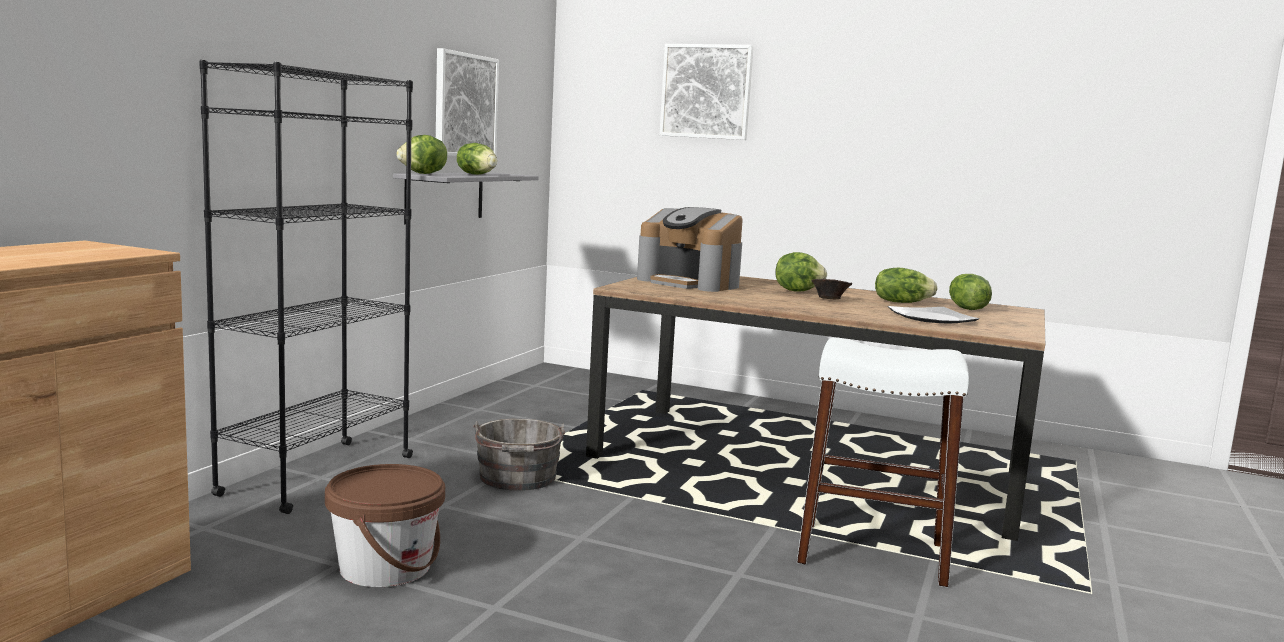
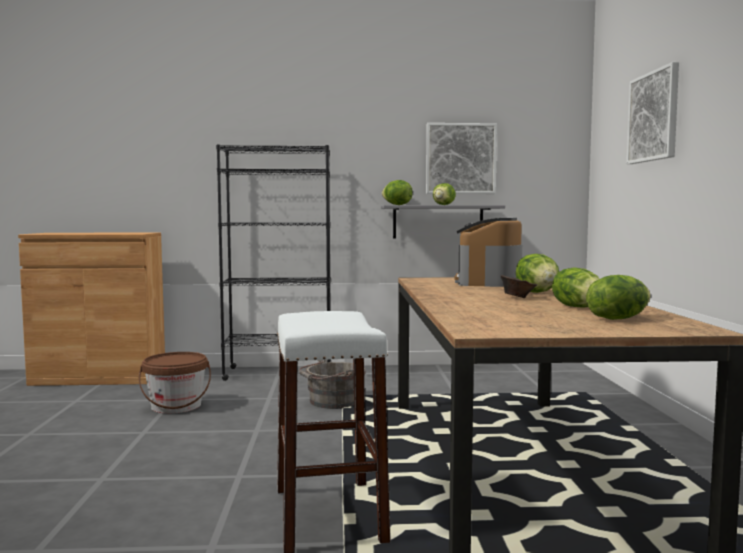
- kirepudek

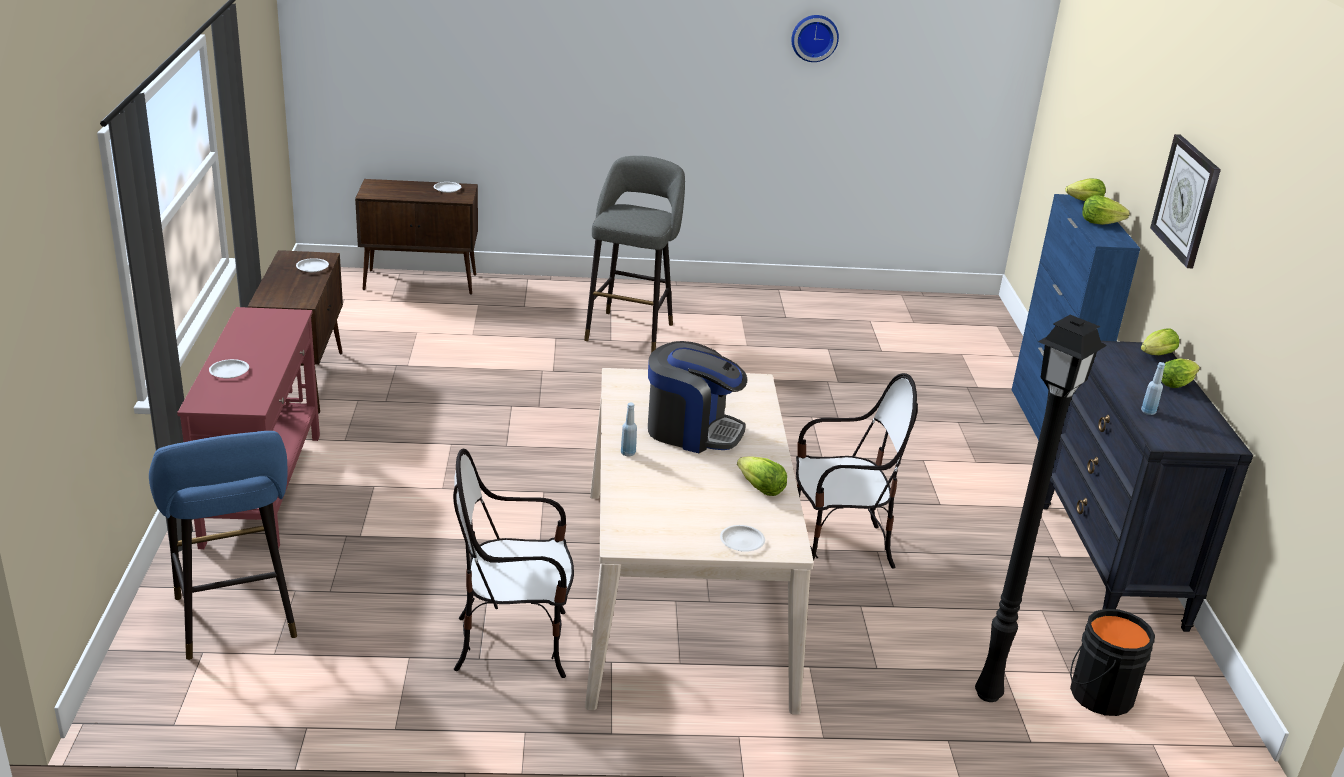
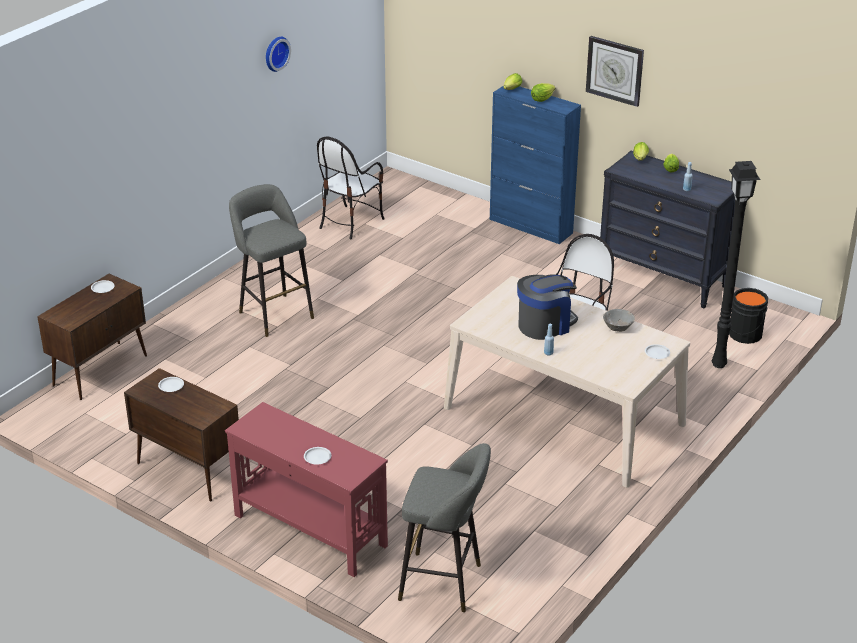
~ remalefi (1st from left)
~ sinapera (1st from left) to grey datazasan
~ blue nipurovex to grey nipurovex (2nd from left)

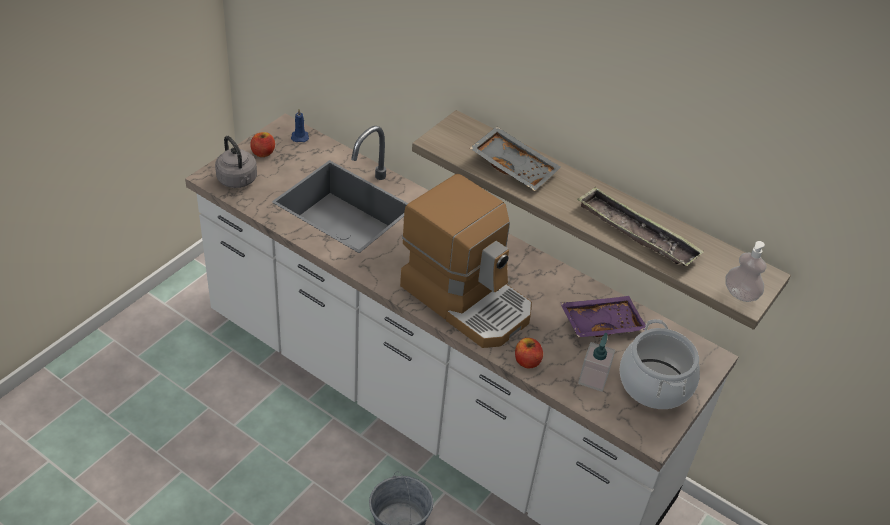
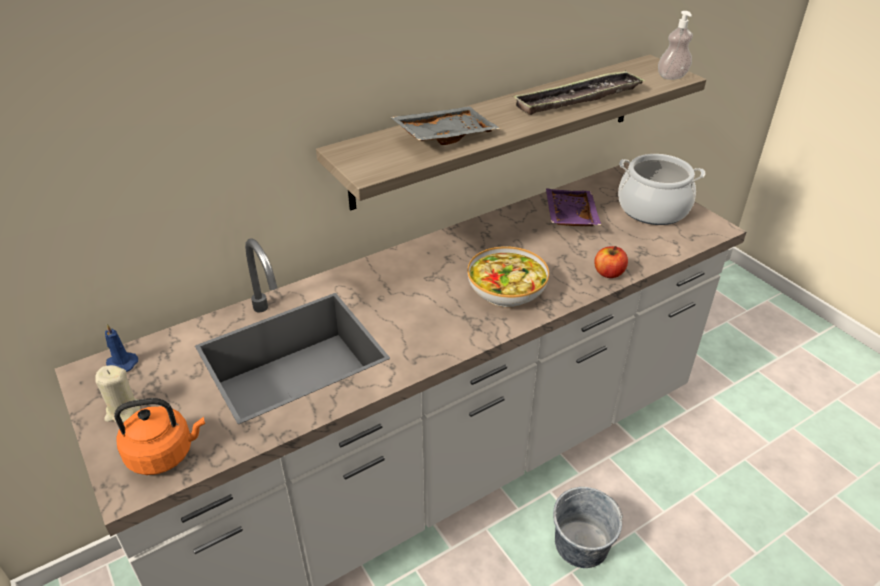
- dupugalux (1st from left)
~ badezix (1st from left) to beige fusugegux
~ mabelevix to datazasan
~ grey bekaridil to orange bekaridil

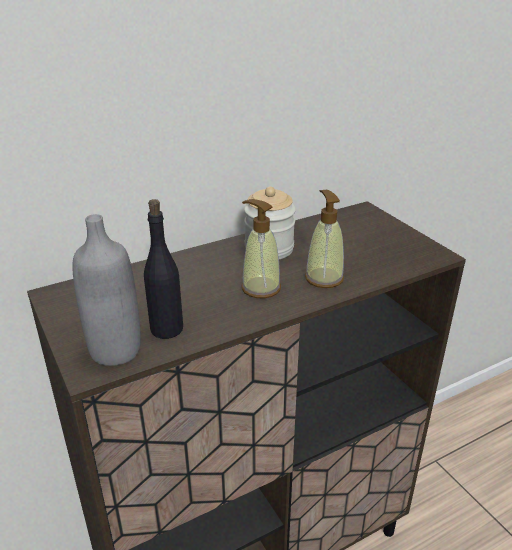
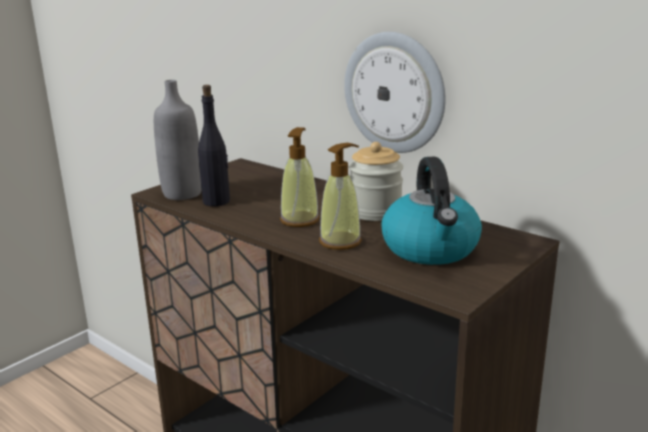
+ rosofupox
+ bekaridil

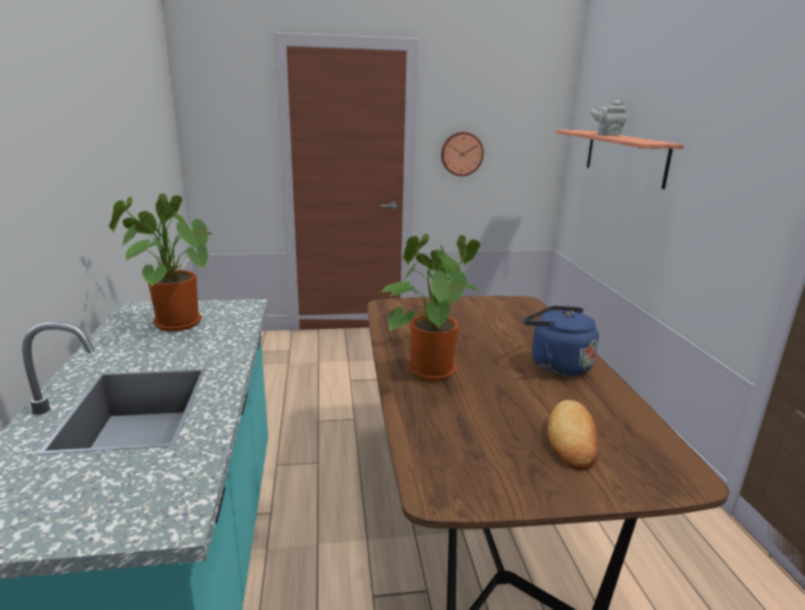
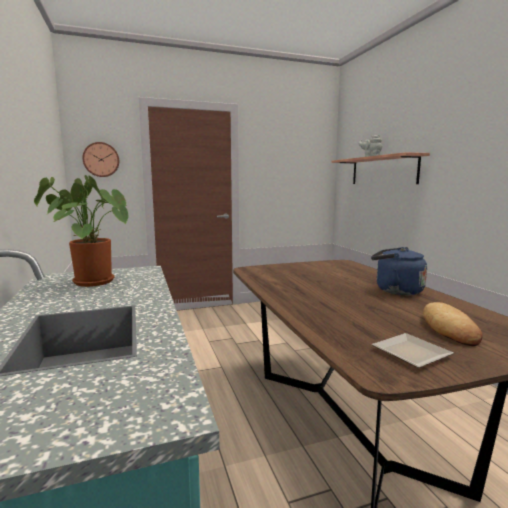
- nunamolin (2nd from left)
+ kirepudek
~ rosofupox

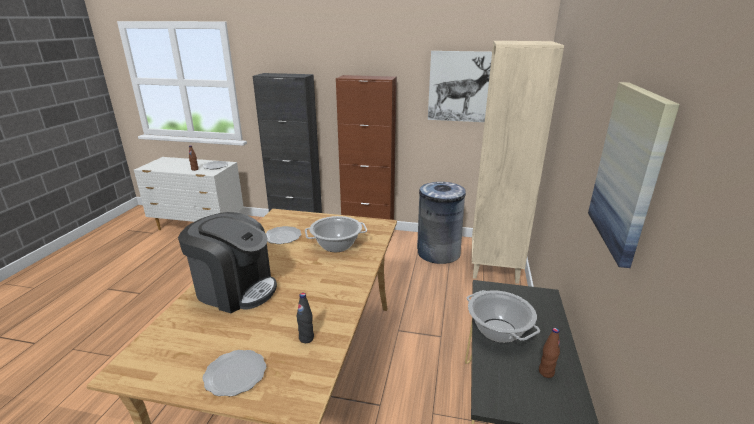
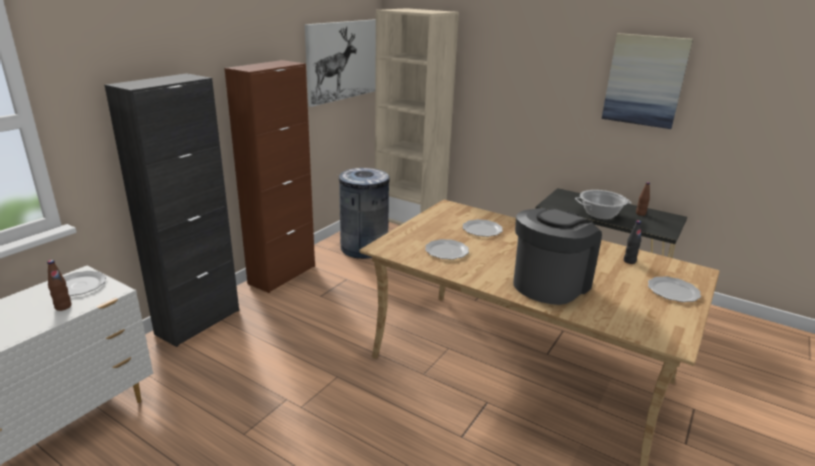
~ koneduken (1st from left) to kirepudek (3rd from left)

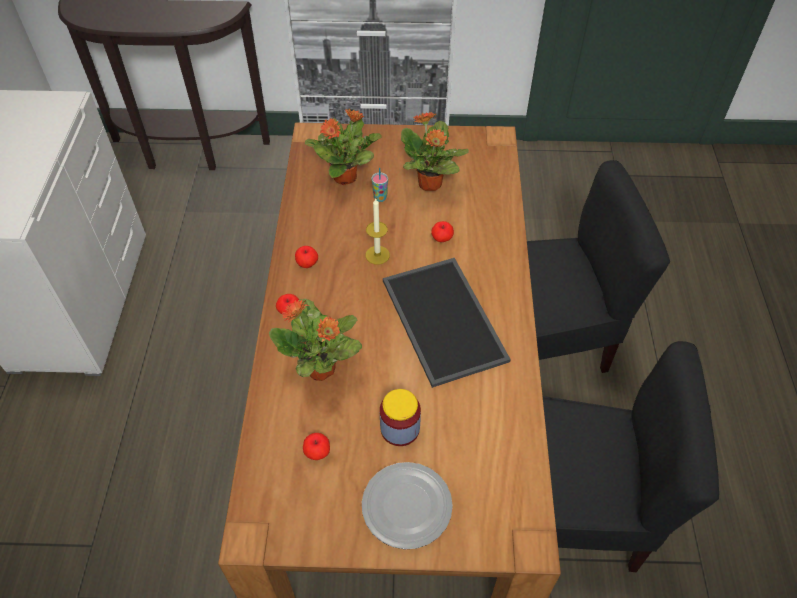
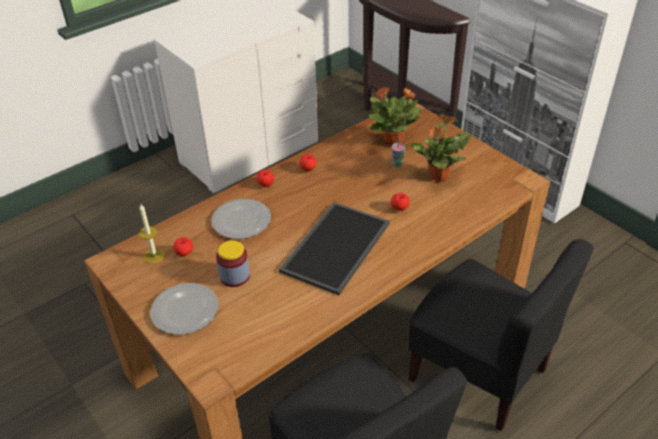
~ fusugegux
~ nunamolin (1st from left) to kirepudek (2nd from left)

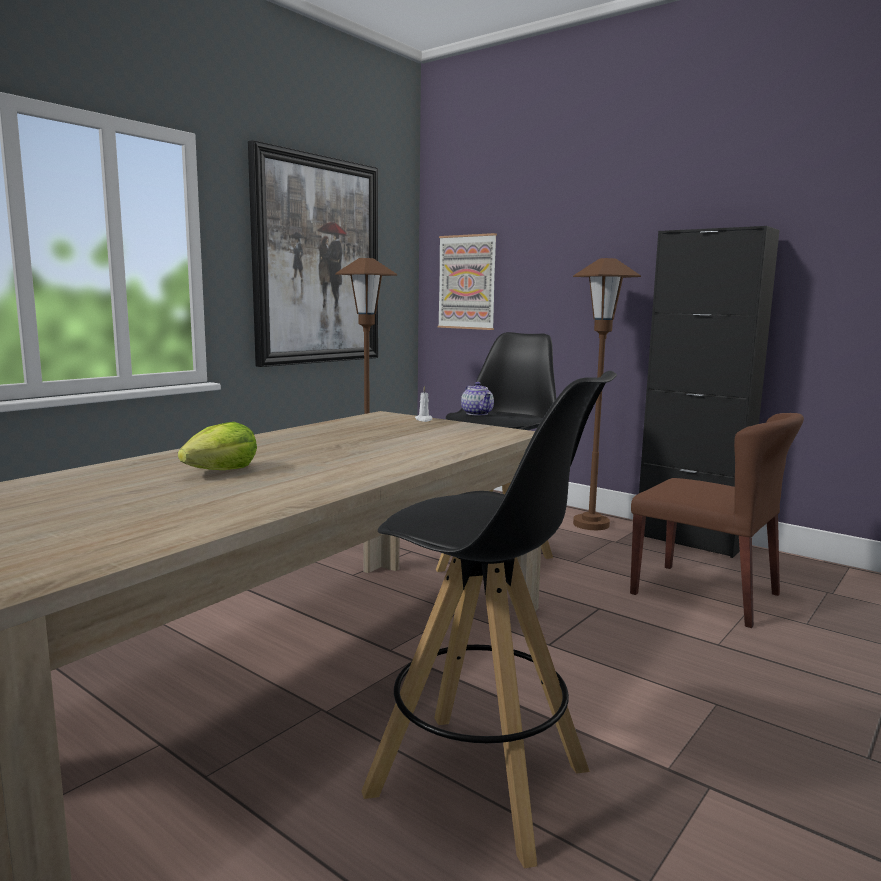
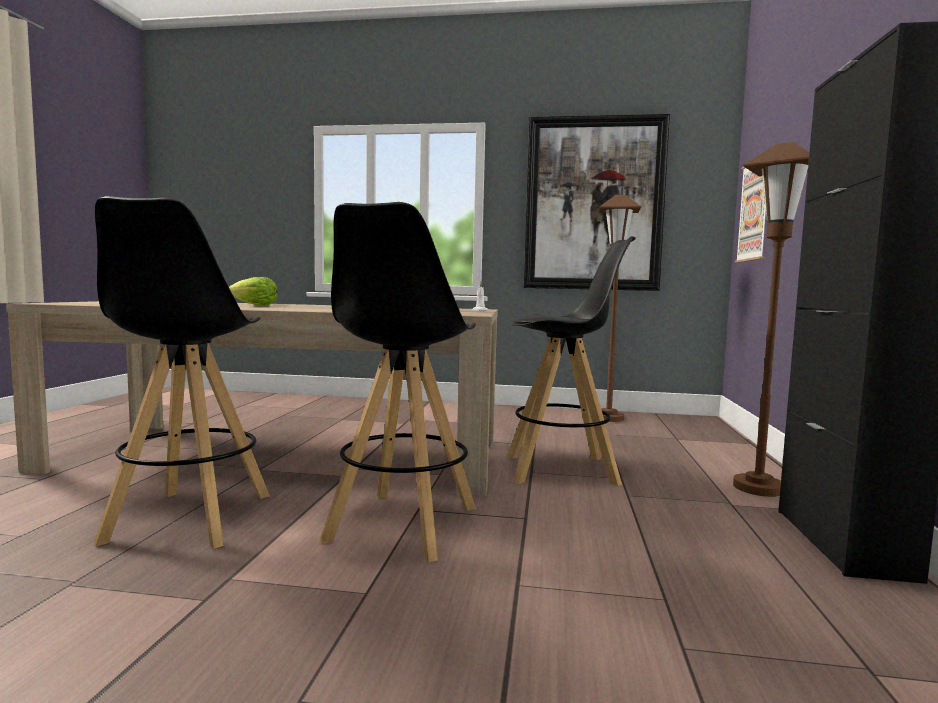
- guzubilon
- brown remalefi
+ black nipurovex (2nd from left)

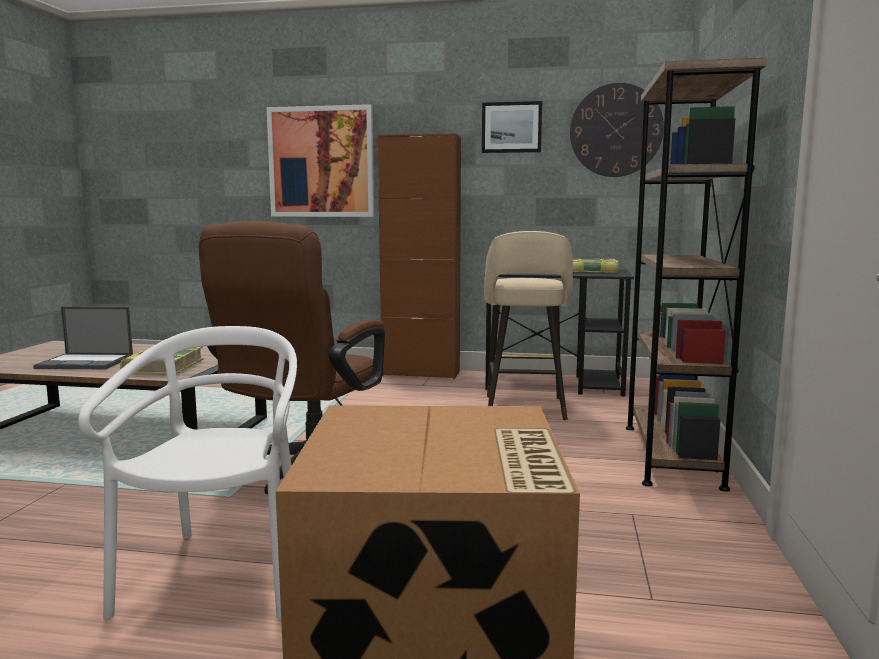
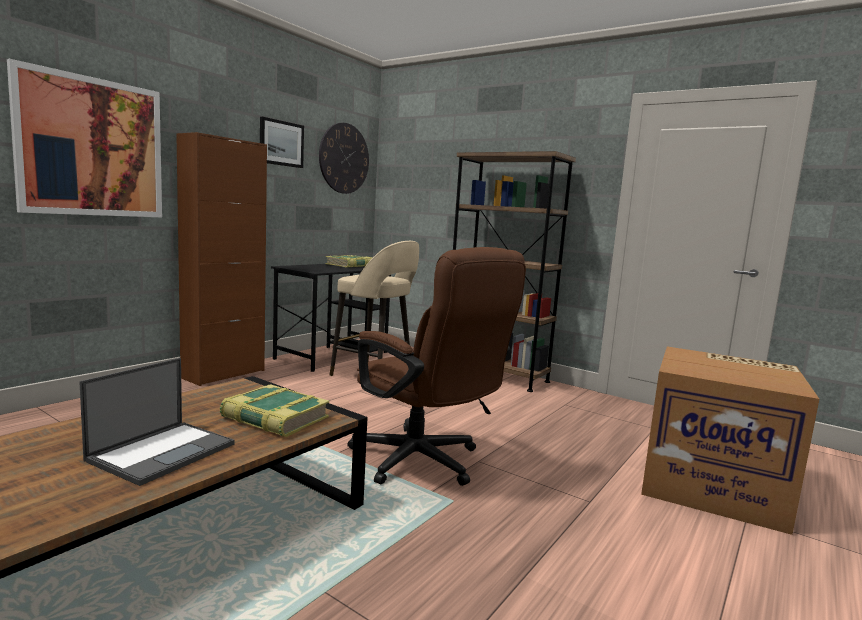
- white remalefi

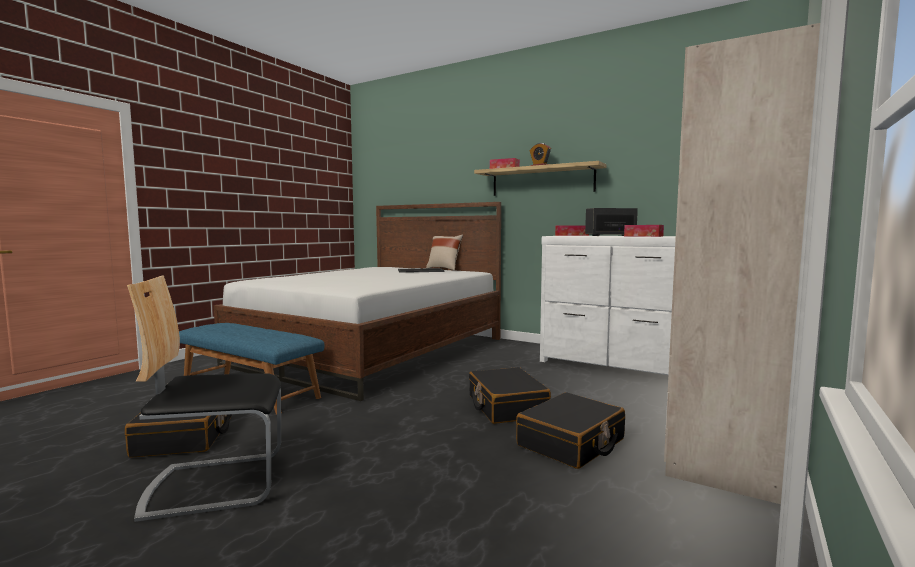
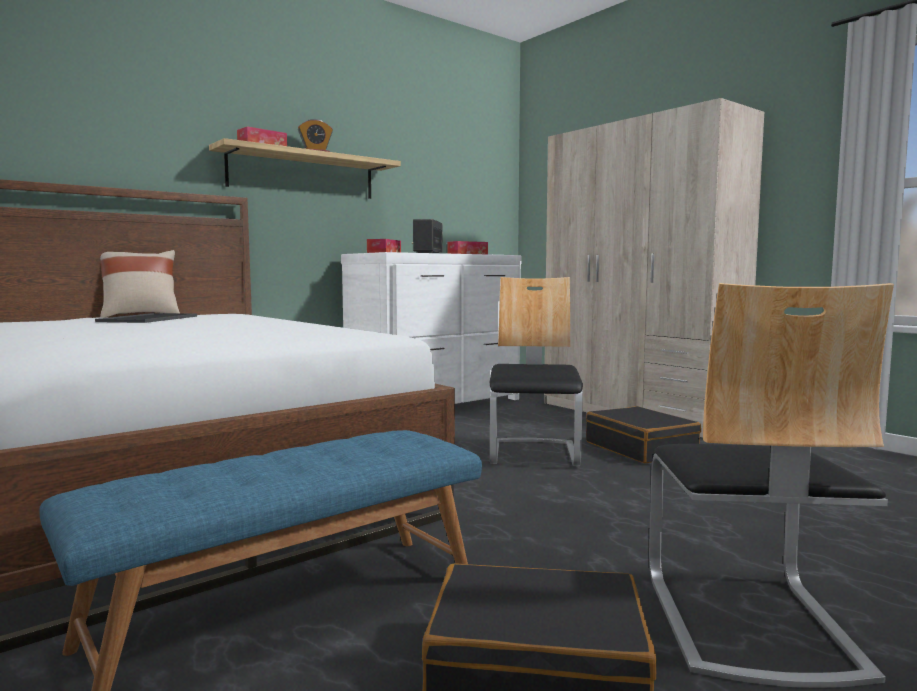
~ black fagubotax (2nd from left) to remalefi (1st from left)

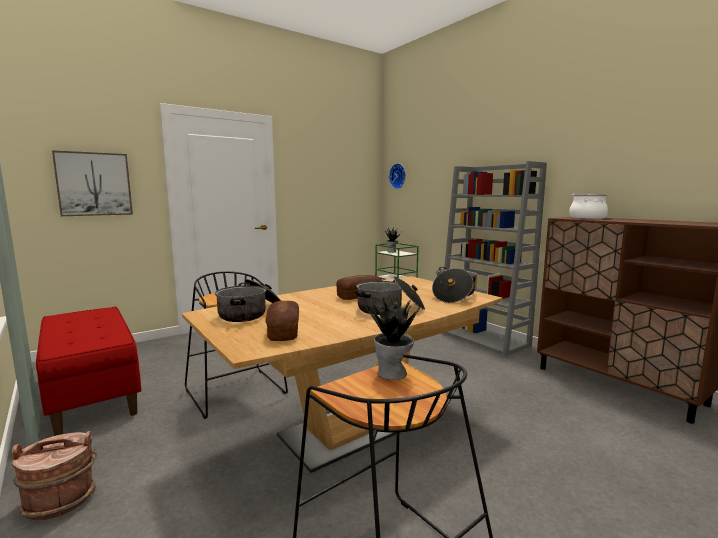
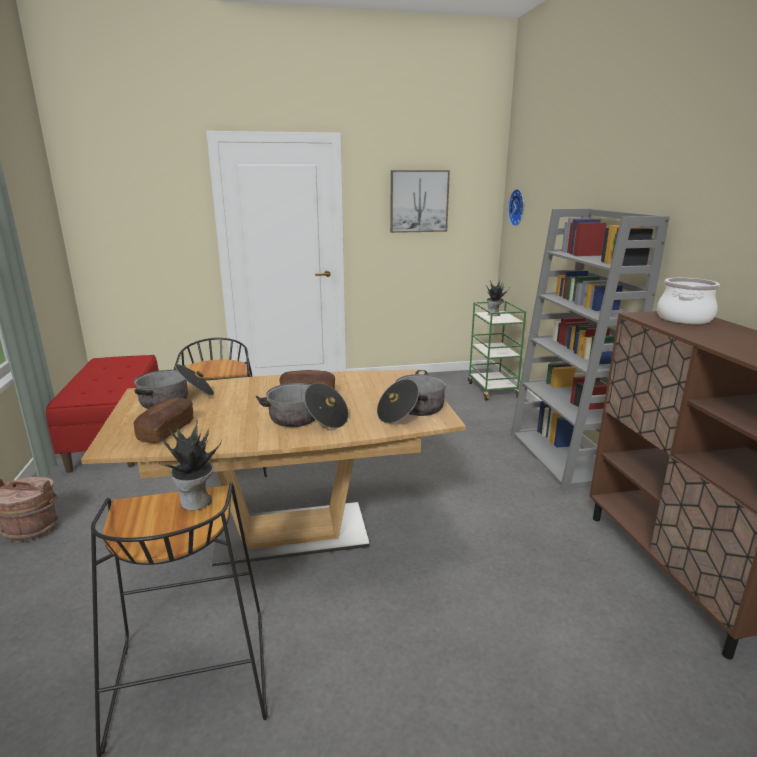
~ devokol

